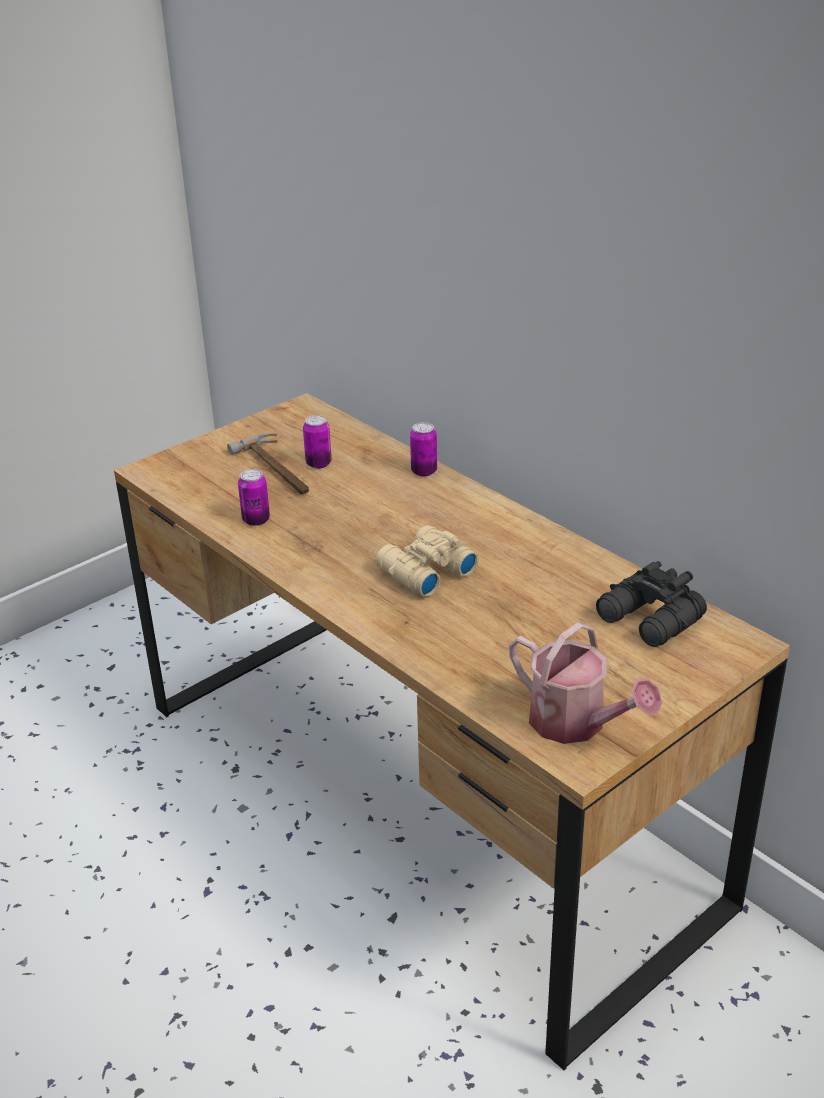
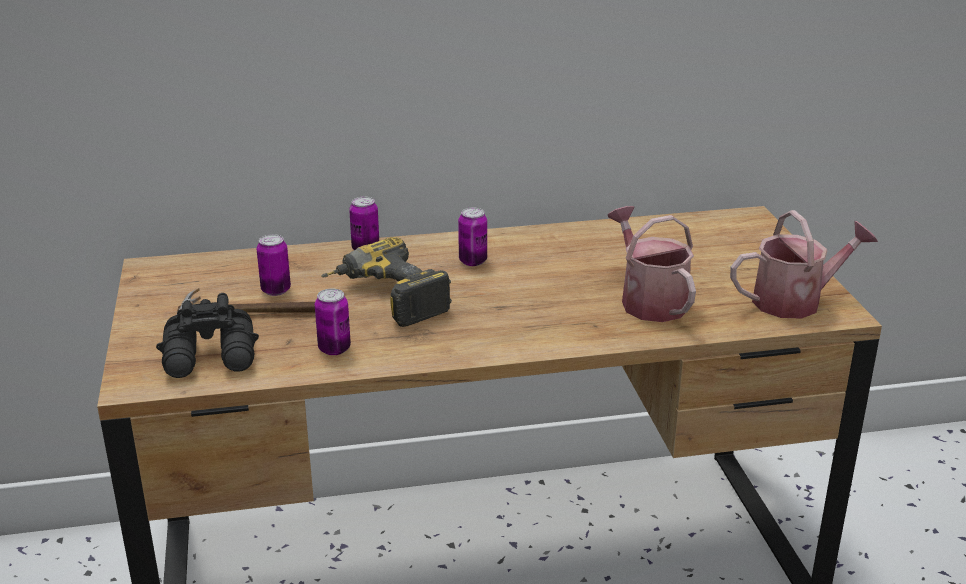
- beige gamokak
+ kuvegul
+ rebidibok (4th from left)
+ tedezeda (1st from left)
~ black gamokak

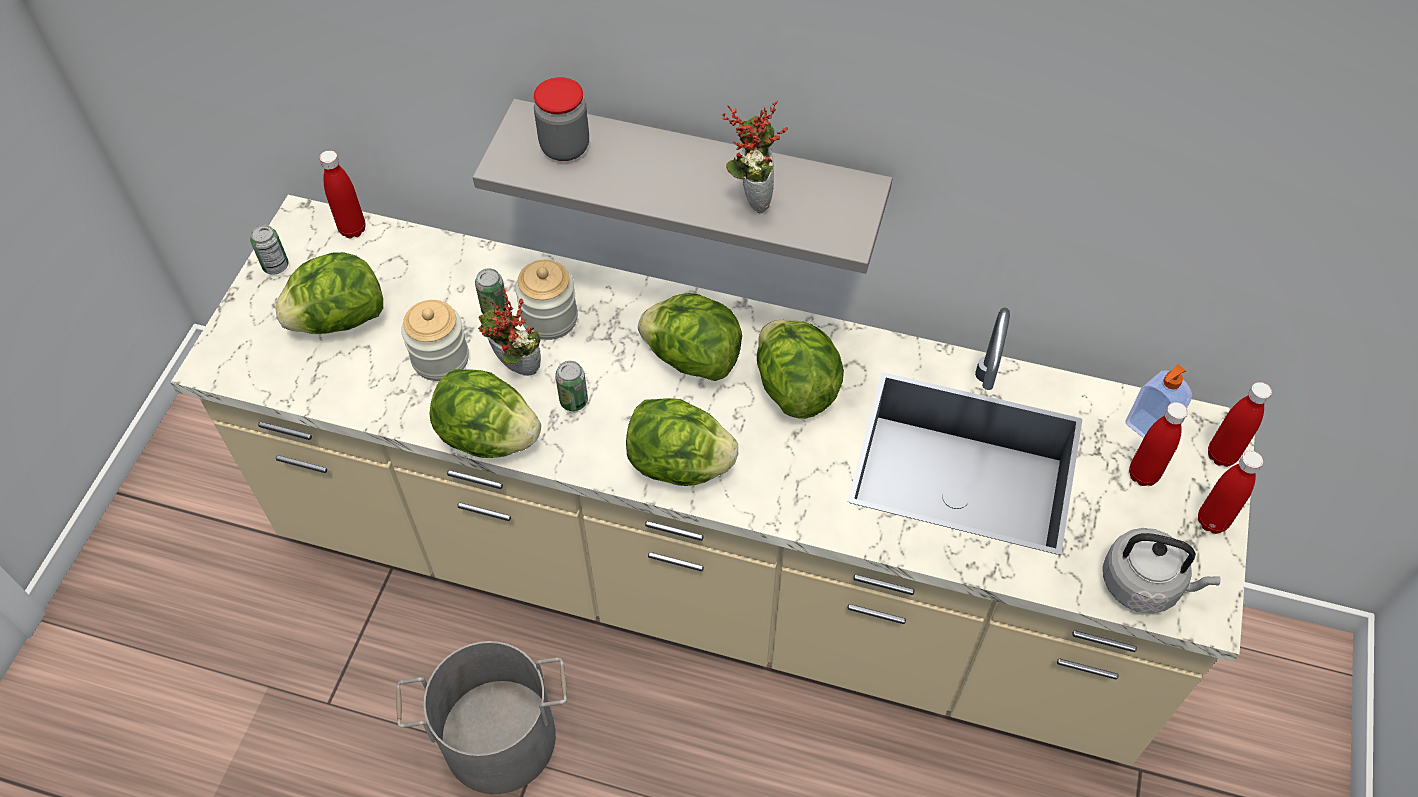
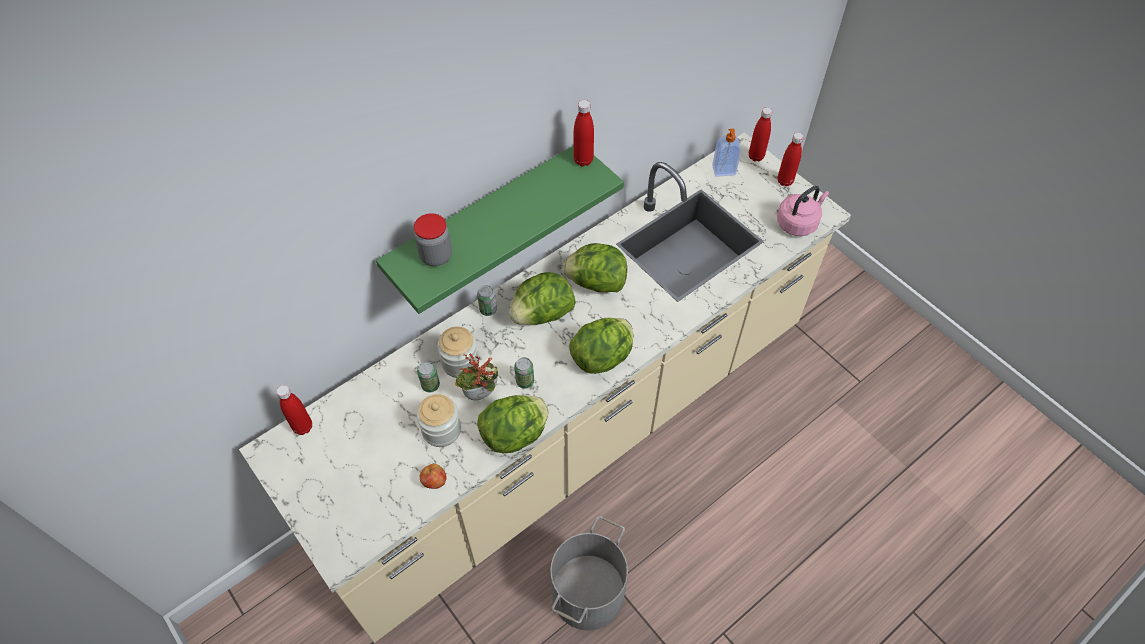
- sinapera (1st from left)
- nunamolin (2nd from left)
+ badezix
~ rebidibok (1st from left in the first image) to rebidibok (2nd from left)
~ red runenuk (2nd from left)
~ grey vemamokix to green vemamokix
~ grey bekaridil to pink bekaridil

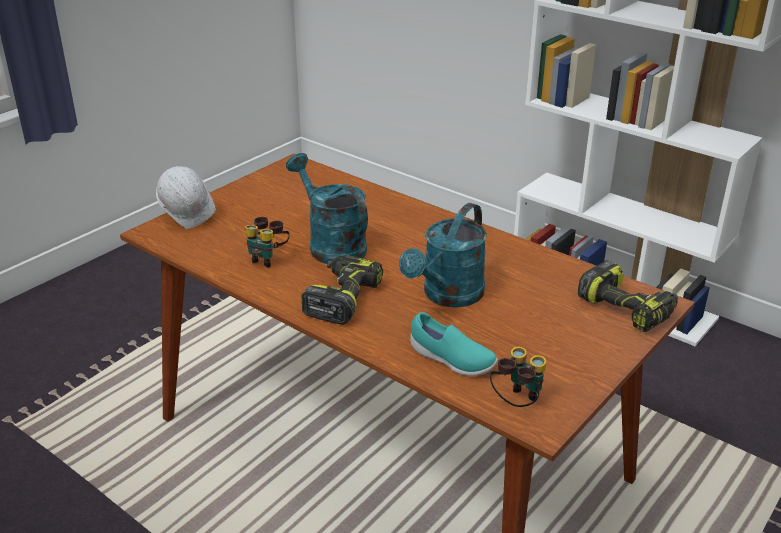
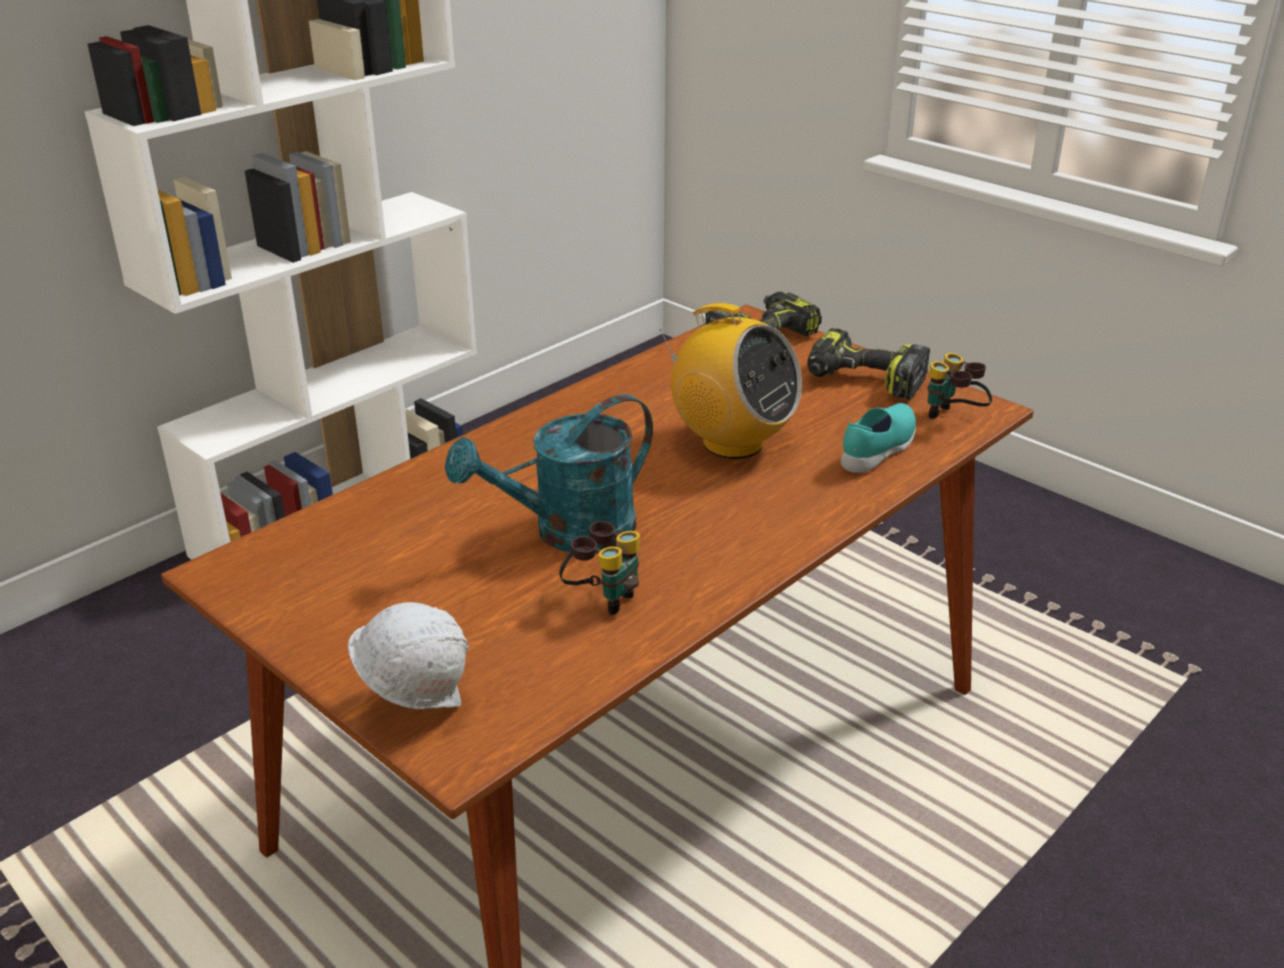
~ kuvegul (1st from left in the first image) to kuvegul (2nd from left)
~ turquoise tedezeda (2nd from left) to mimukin

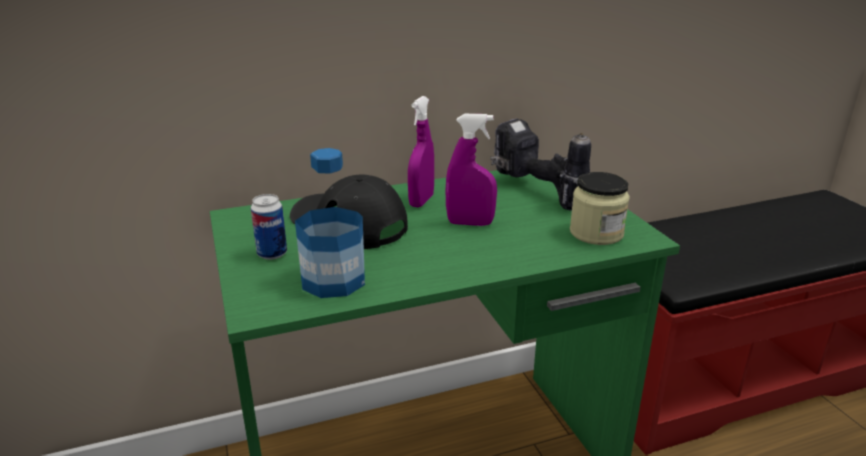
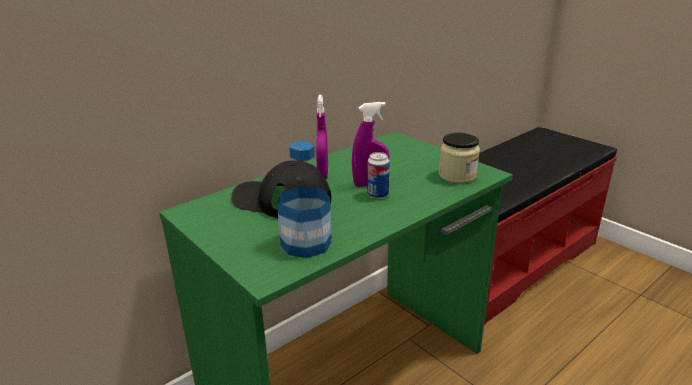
- kuvegul
~ rebidibok

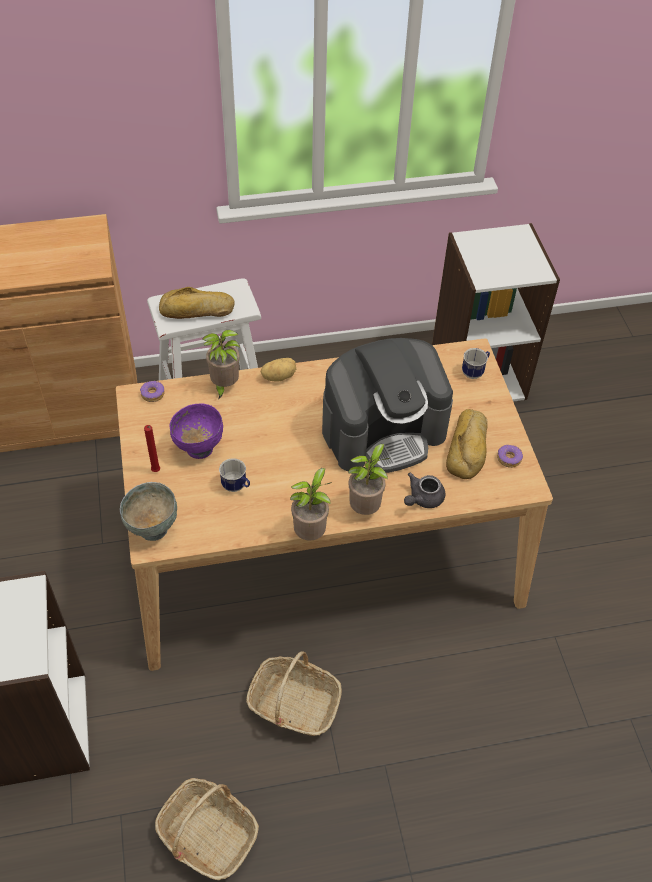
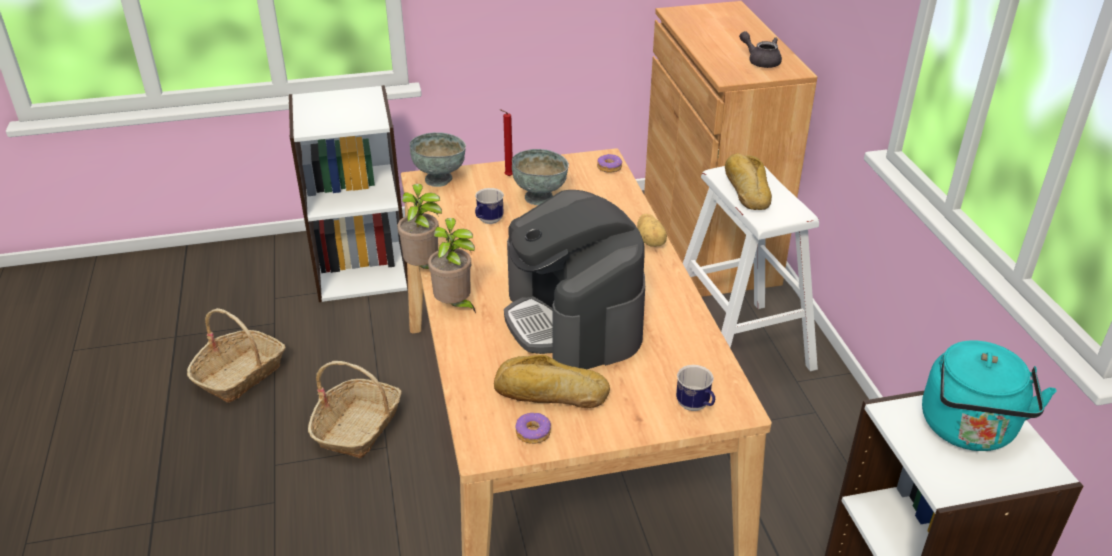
- nunamolin (1st from left)
+ turquoise bekaridil
~ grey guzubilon
~ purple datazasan to grey datazasan (2nd from left)

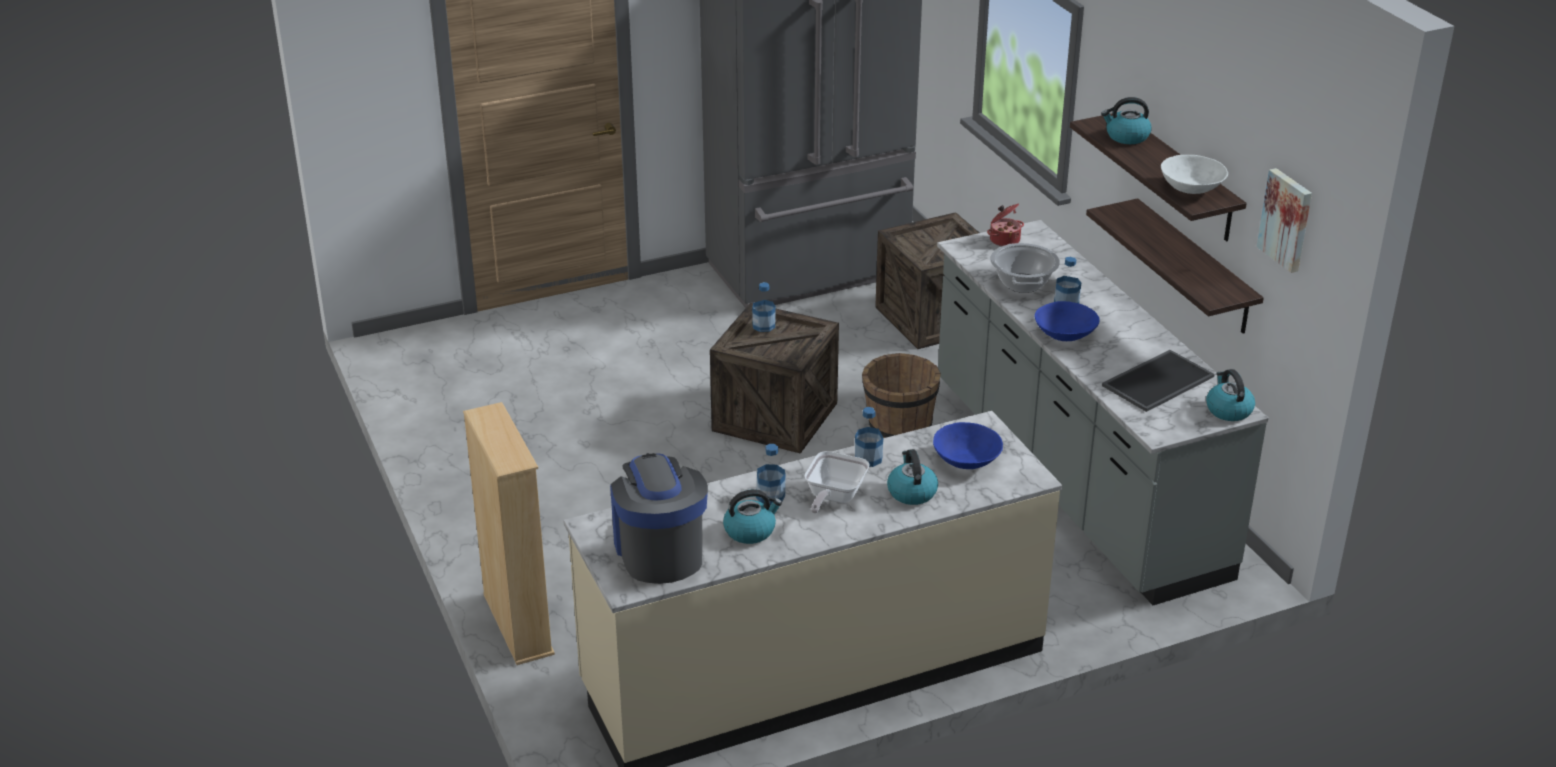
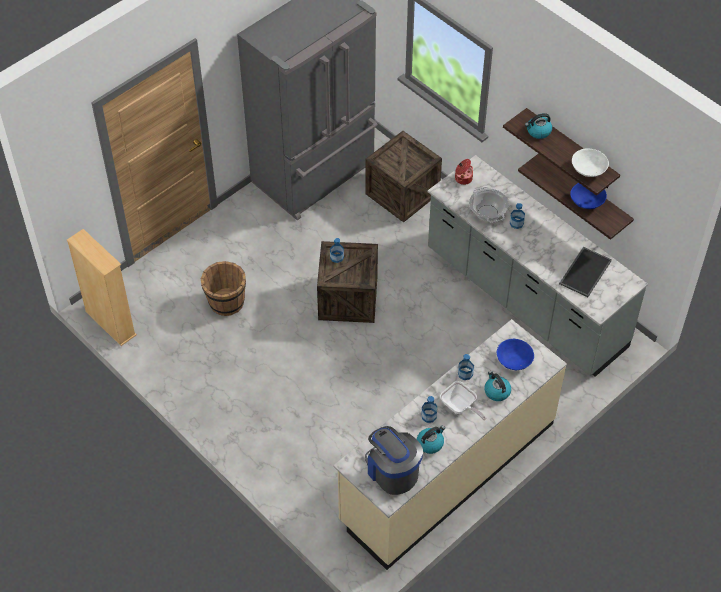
- bekaridil (4th from left)
- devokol
~ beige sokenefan
~ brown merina
~ blue datazasan (2nd from left)
~ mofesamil 45 degrees counterclockwise

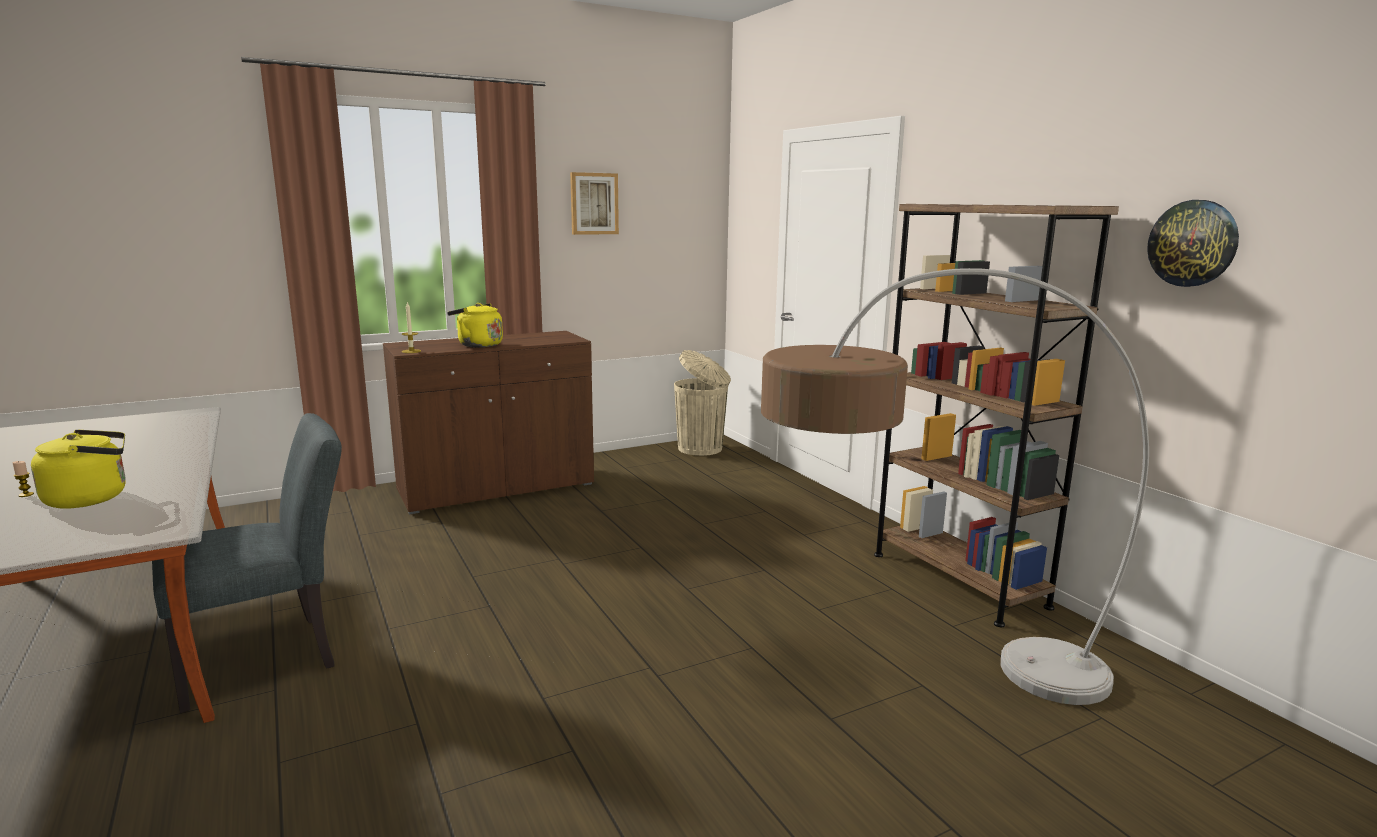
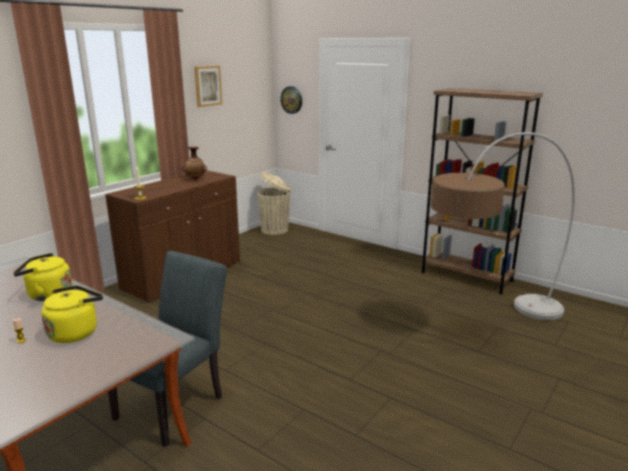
+ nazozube
~ yellow bekaridil (2nd from left in the first image) to yellow bekaridil (1st from left)
~ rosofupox

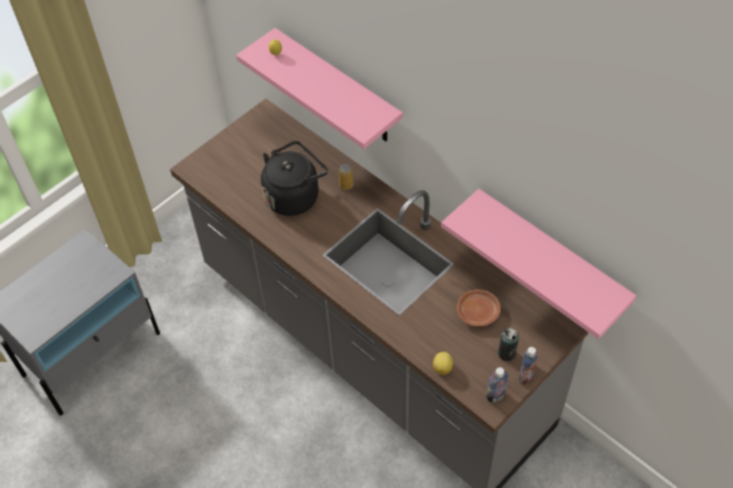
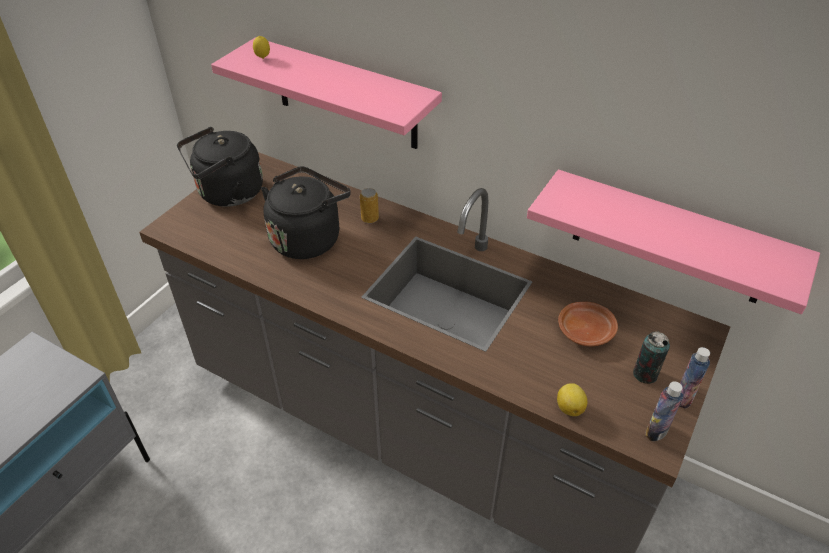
+ black bekaridil (1st from left)

